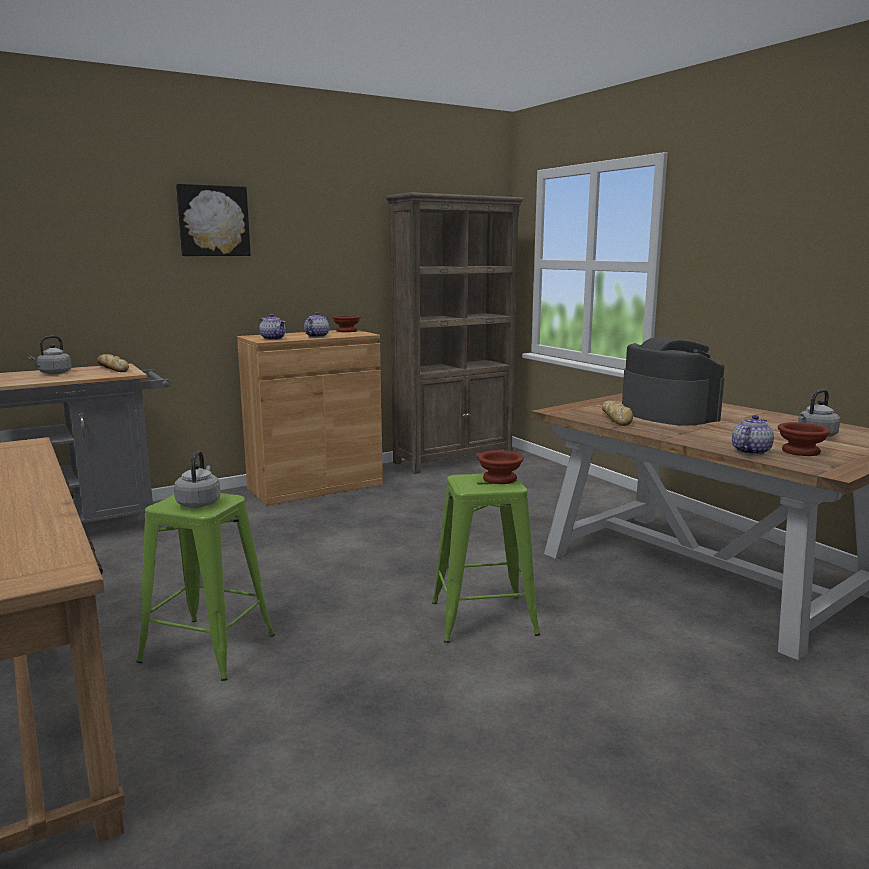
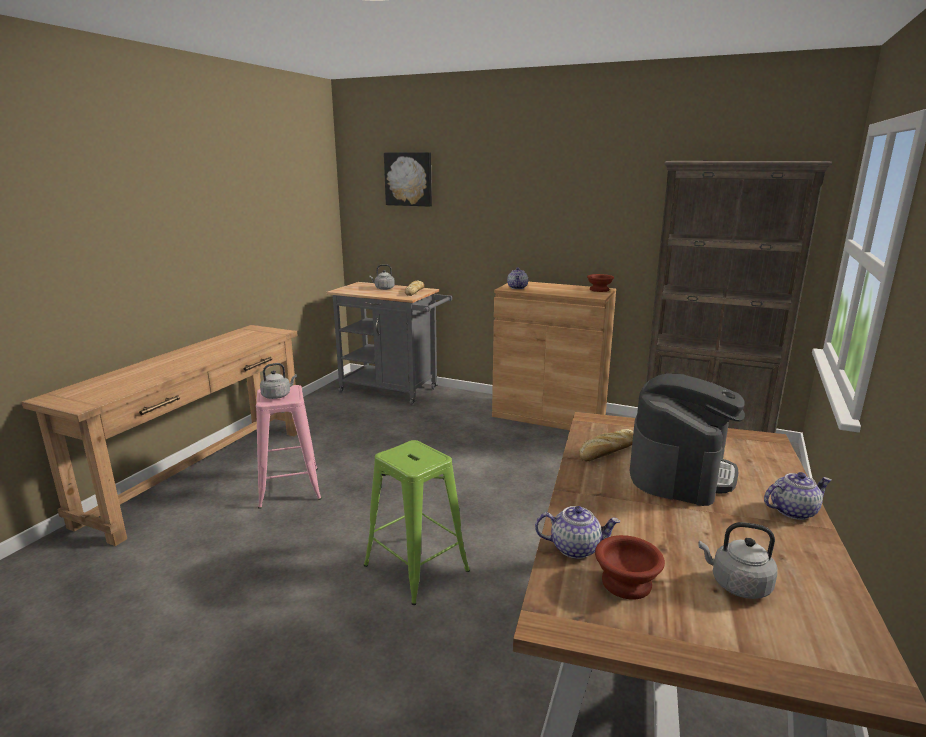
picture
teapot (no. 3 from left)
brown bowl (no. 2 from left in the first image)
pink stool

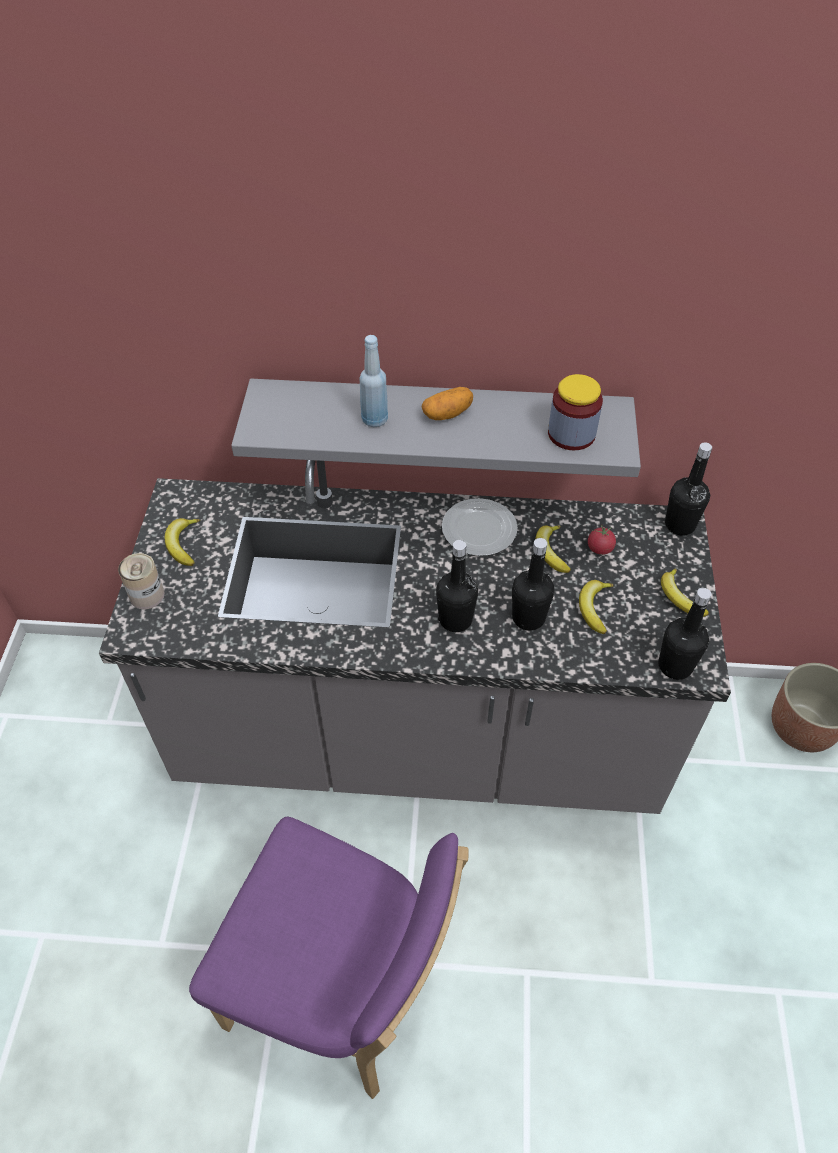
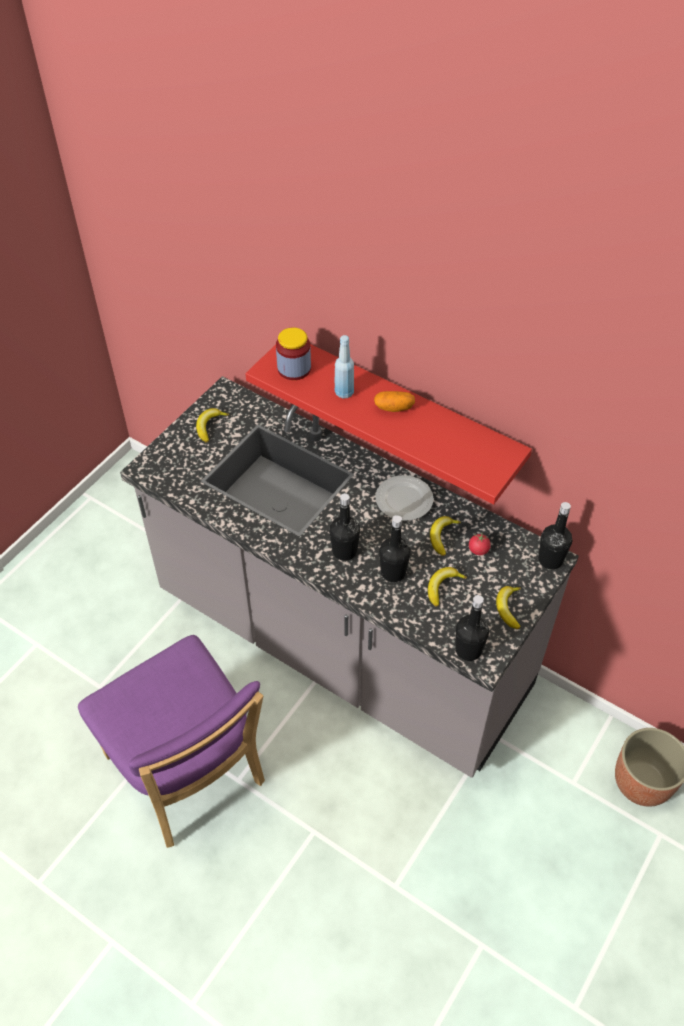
jar
red shelf
can

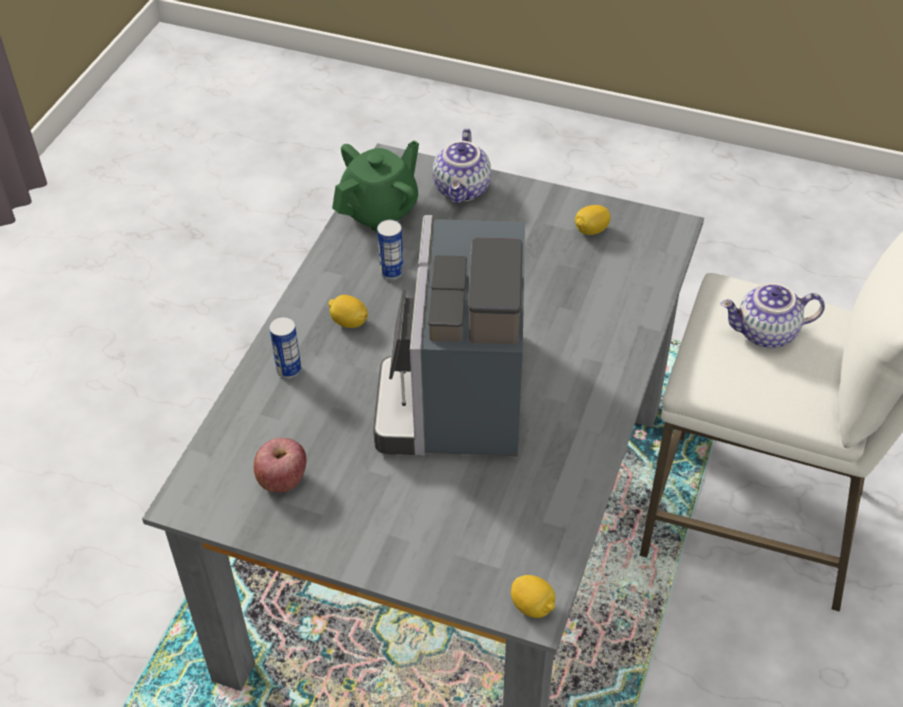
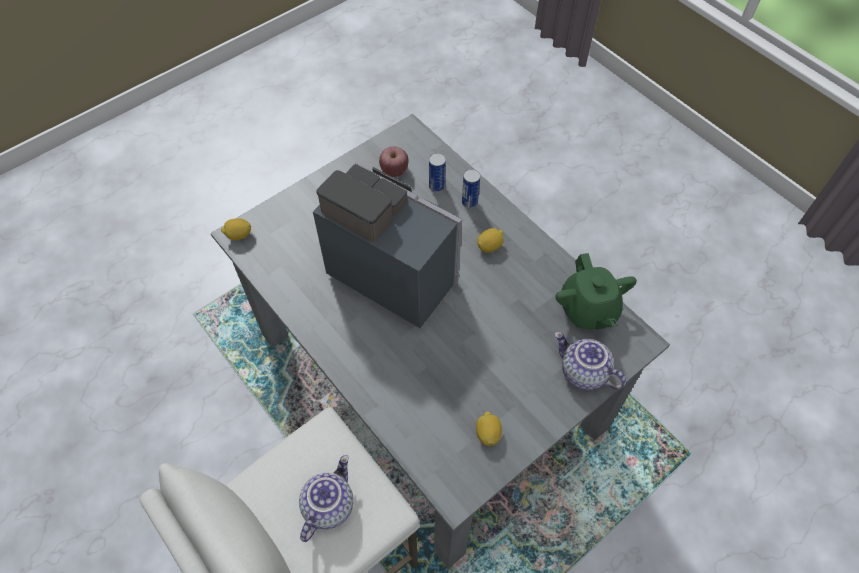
can (no. 1 from left)

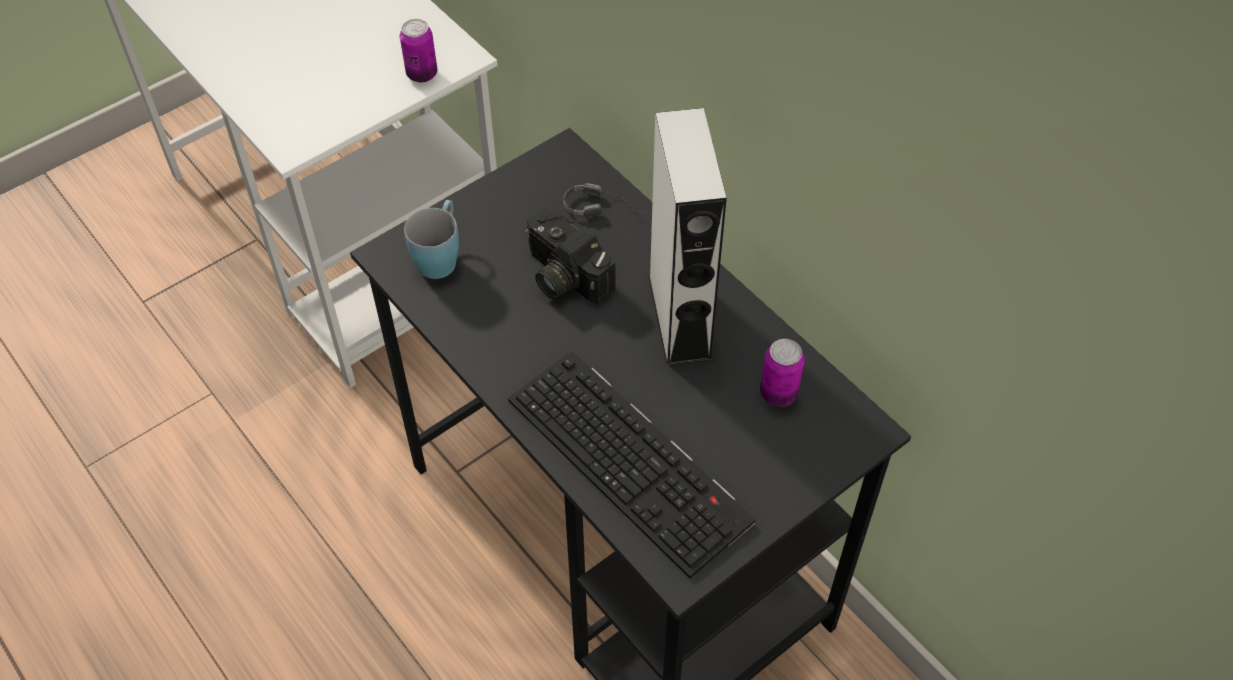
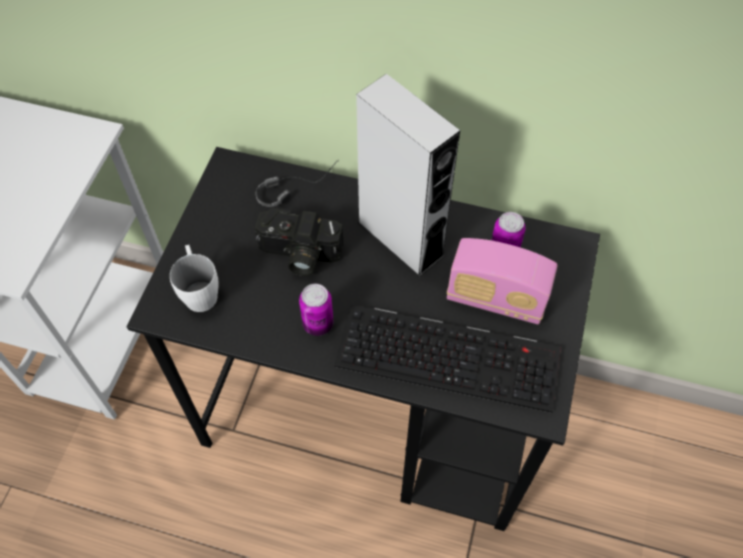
can (no. 1 from left)
white mug
radio

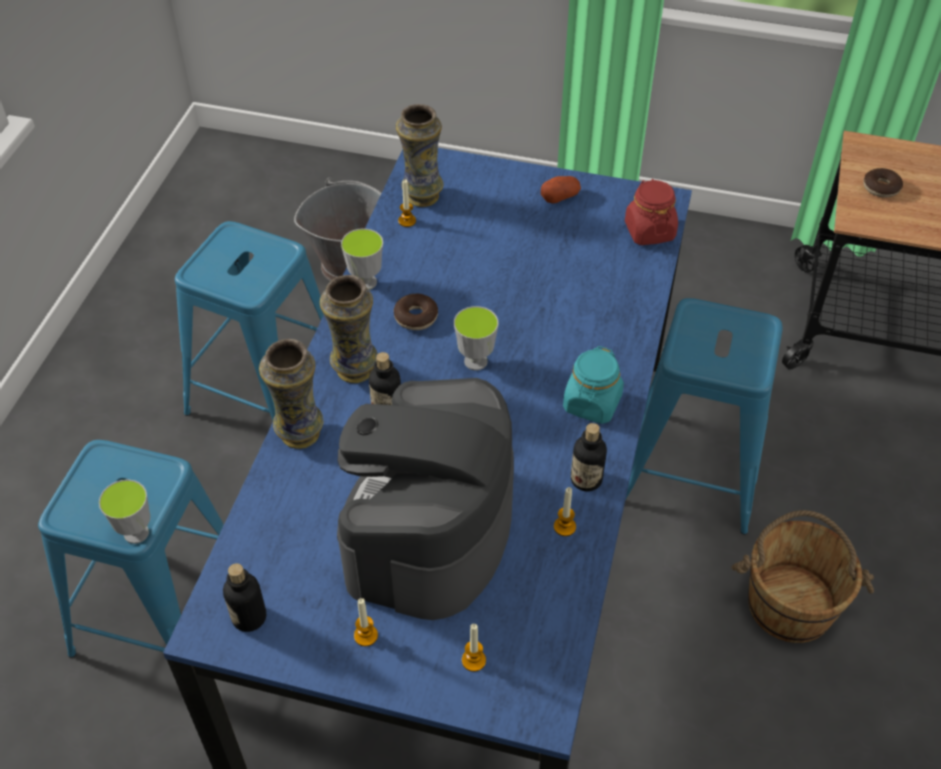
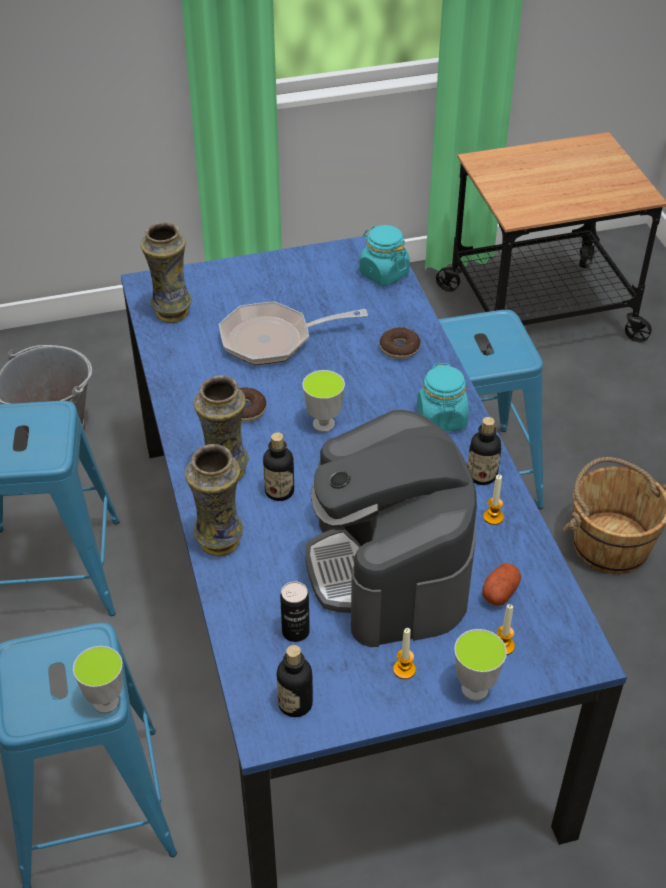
donut (no. 2 from left)
potato
candle (no. 2 from left in the first image)
turquoise jar (no. 1 from left)
cup (no. 3 from left)
frying pan
can

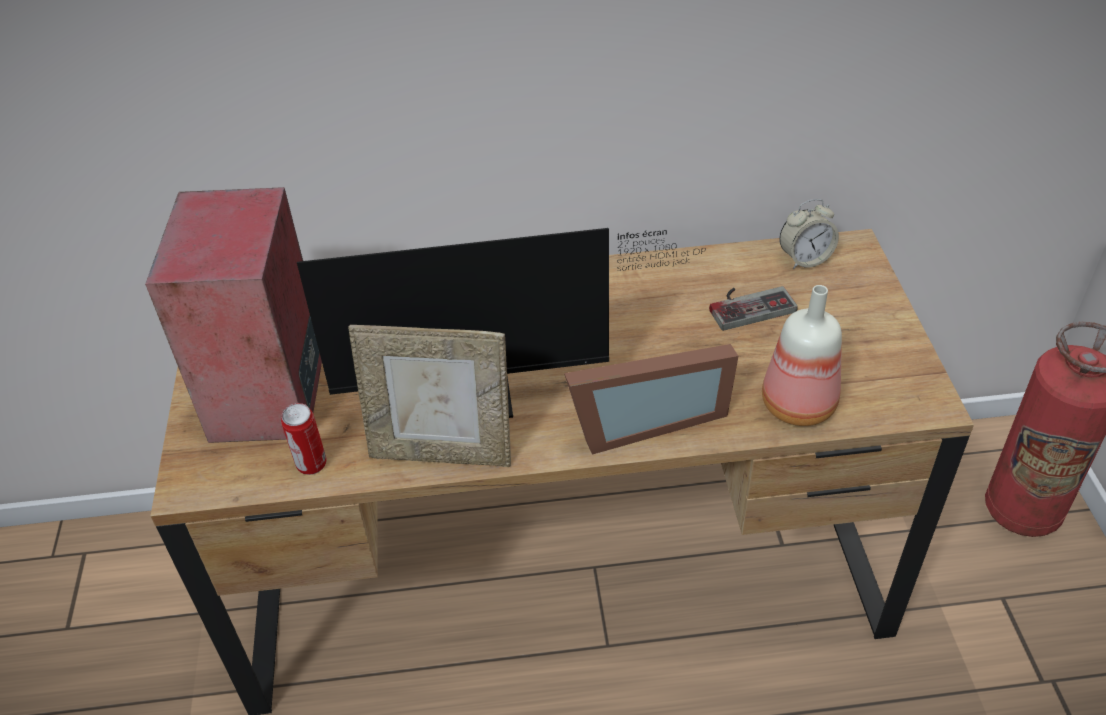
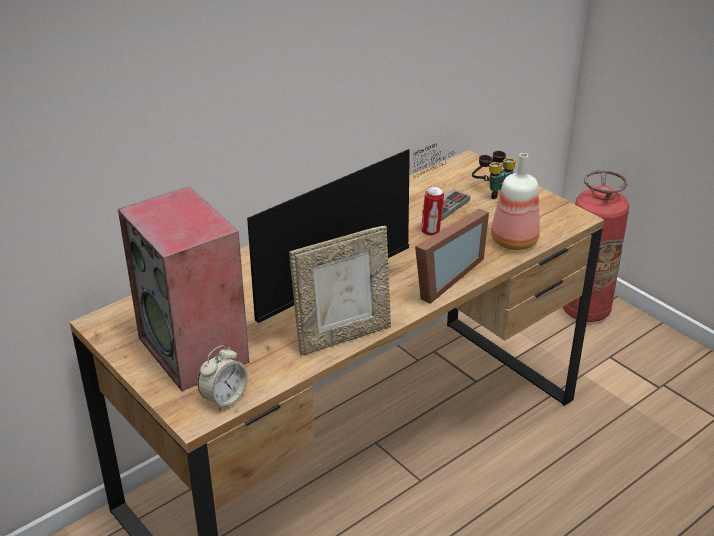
alarm clock
can
binoculars

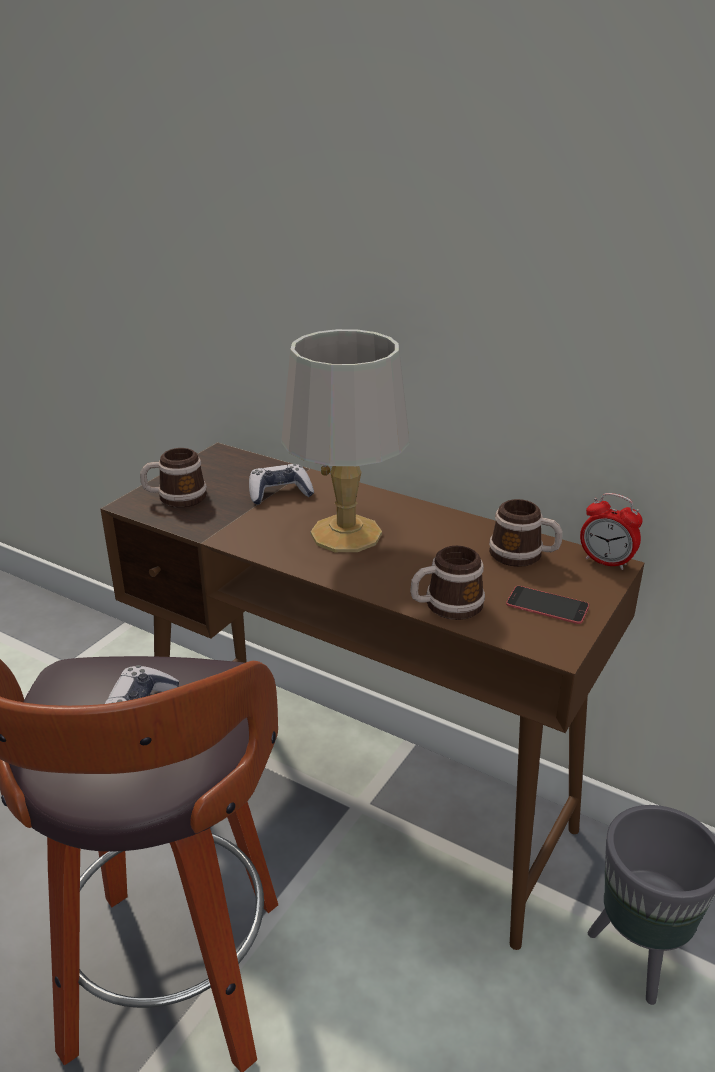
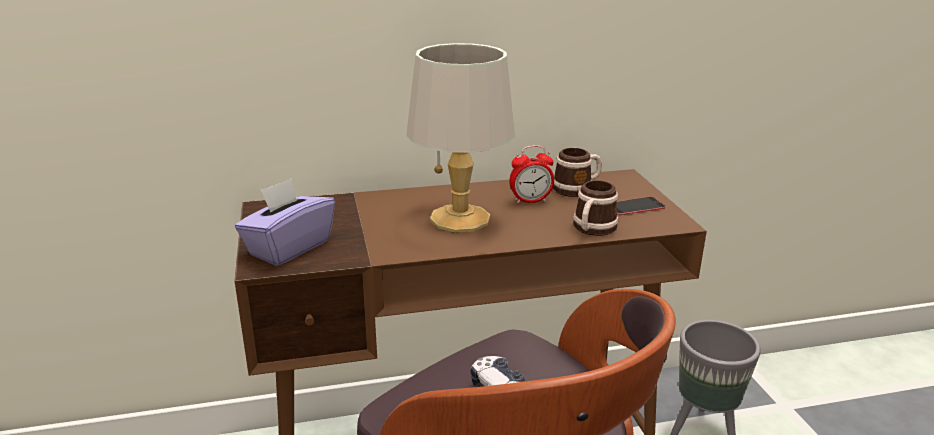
purple tissue box
game controller (no. 2 from left in the first image)
alarm clock

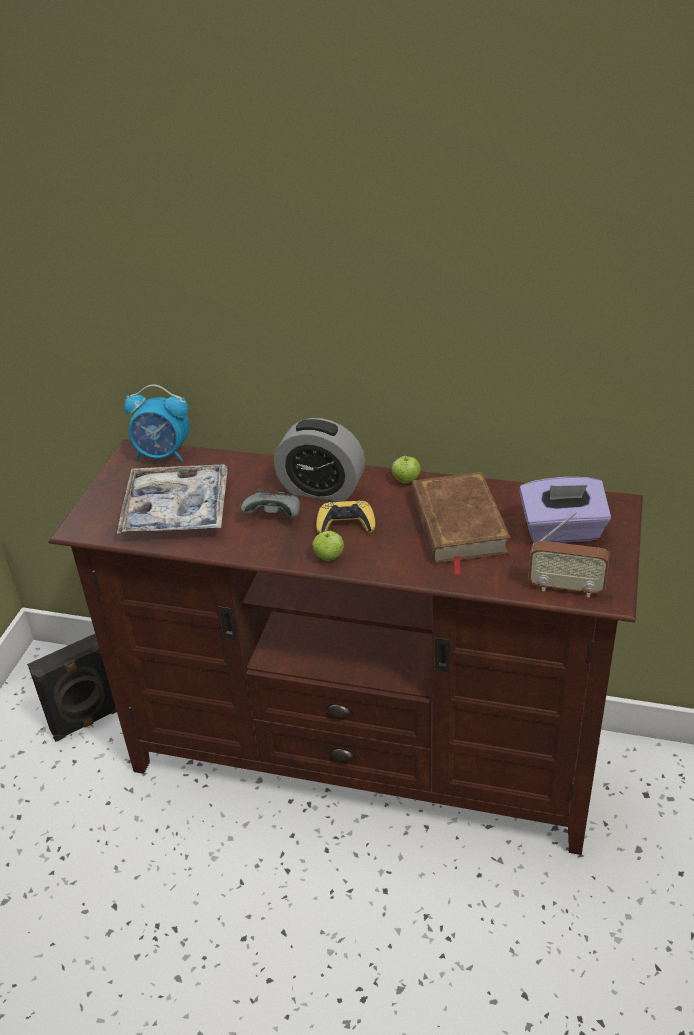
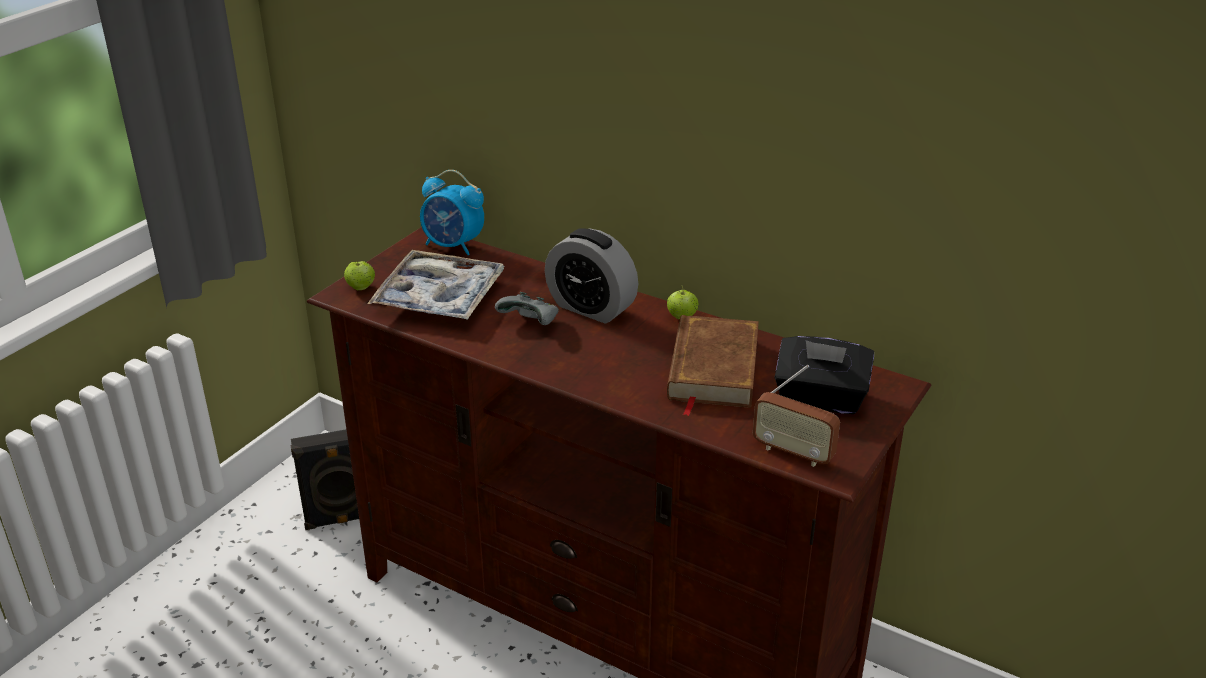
black tissue box
yellow game controller
apple (no. 1 from left)

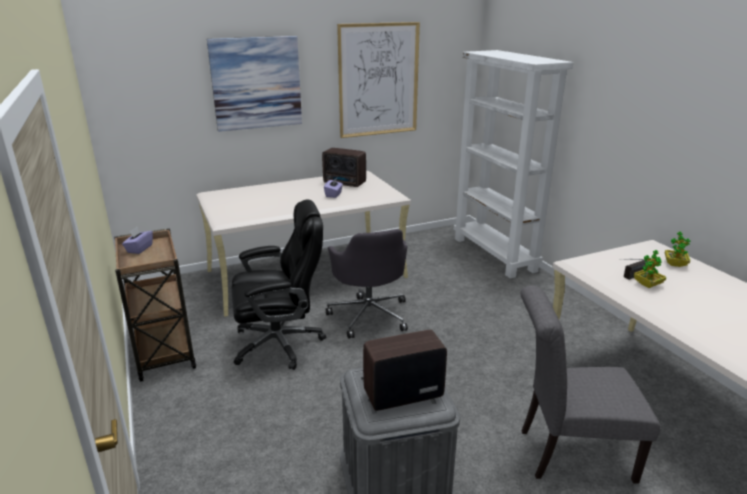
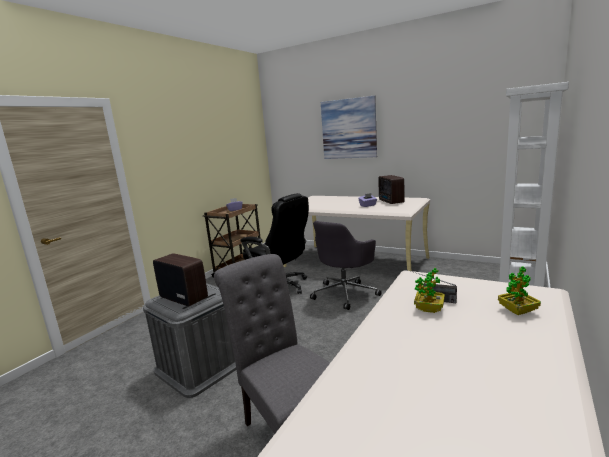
picture (no. 2 from left in the first image)

